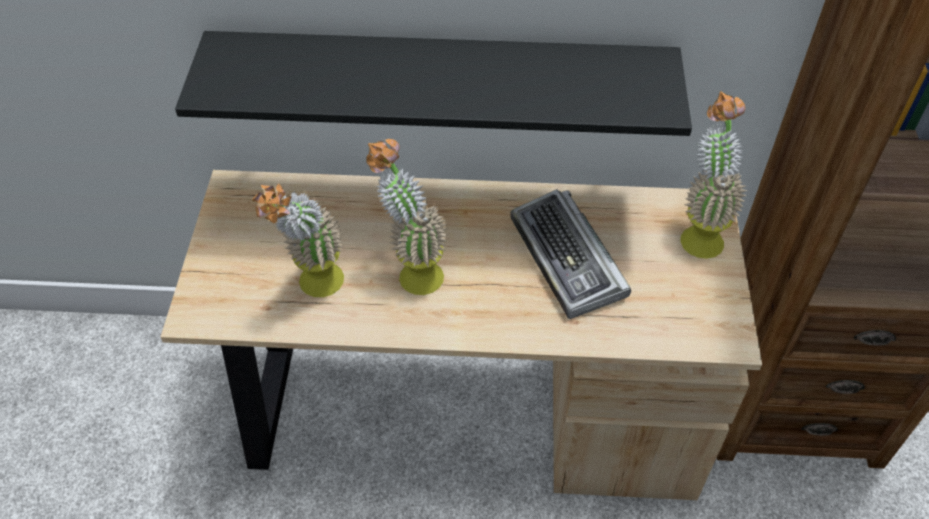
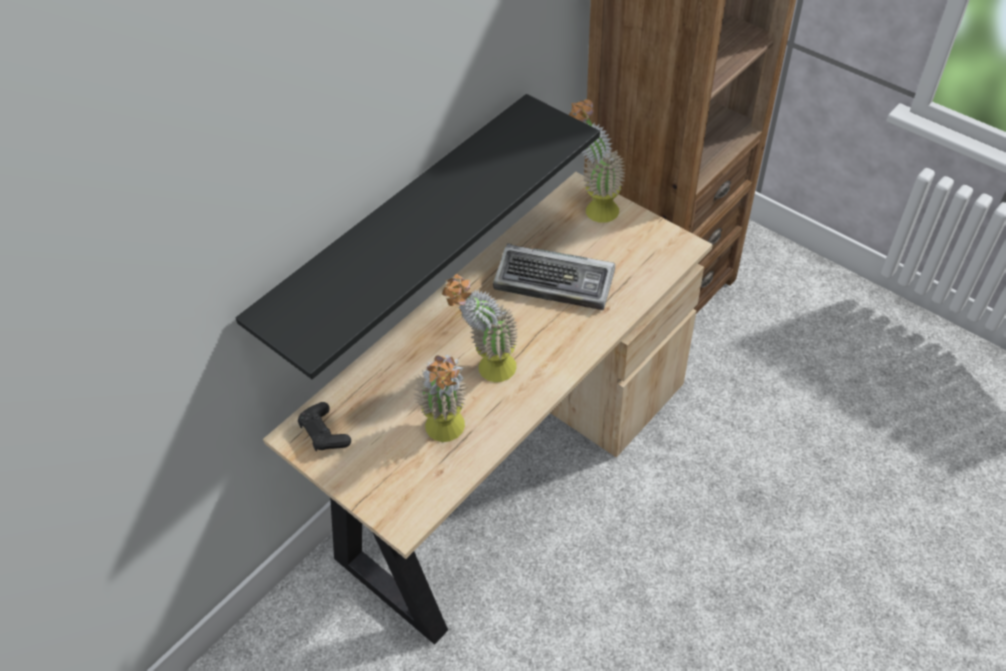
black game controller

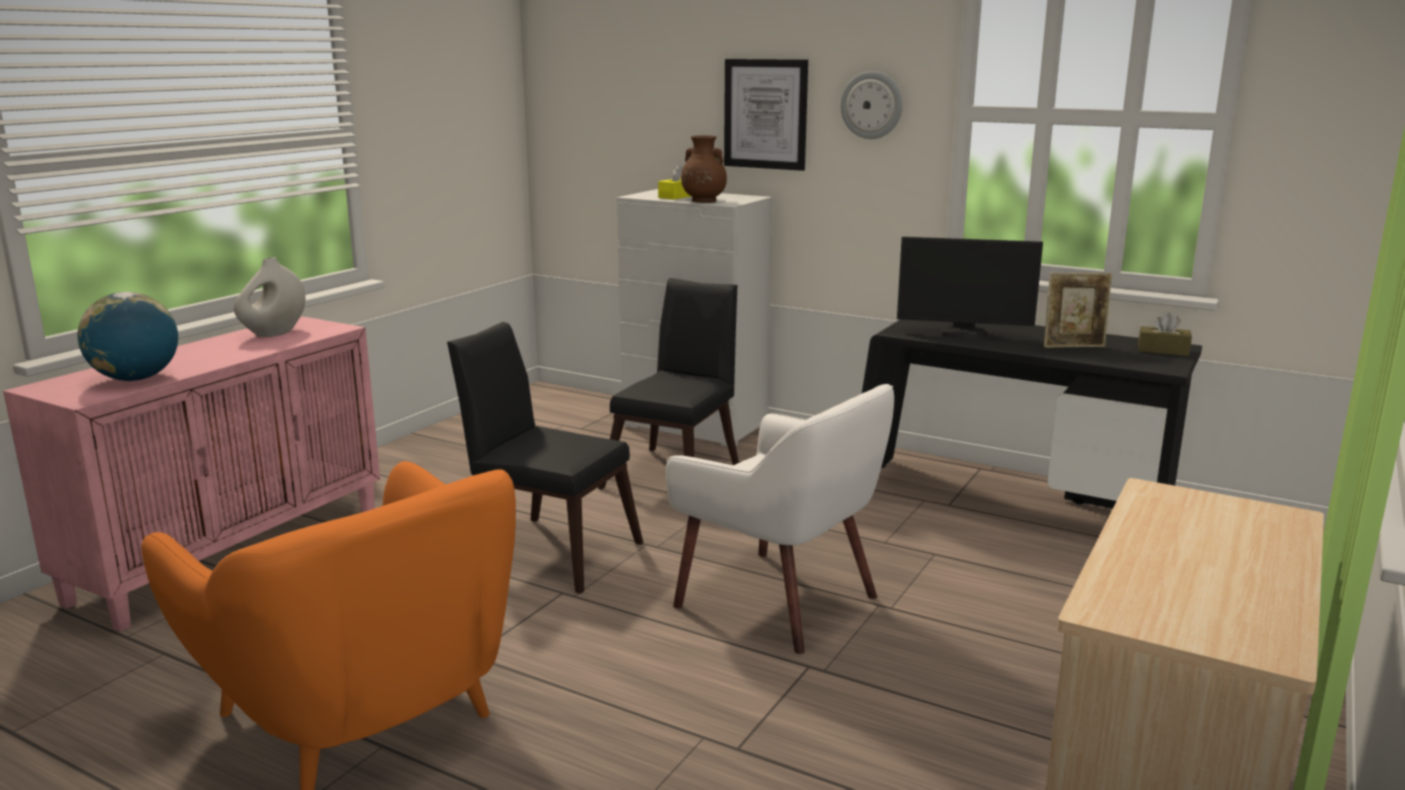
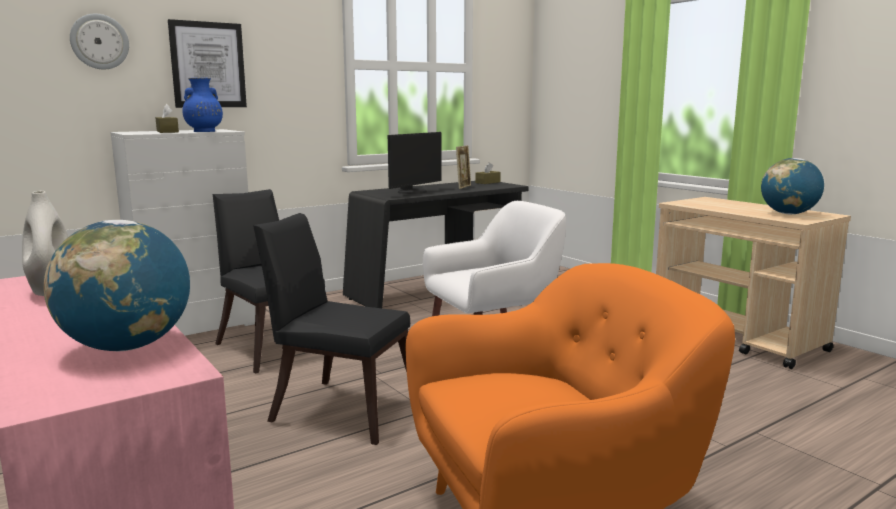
wall clock
blue vase
brown tissue box (no. 1 from left)
black chair (no. 2 from left)
globe (no. 2 from left)

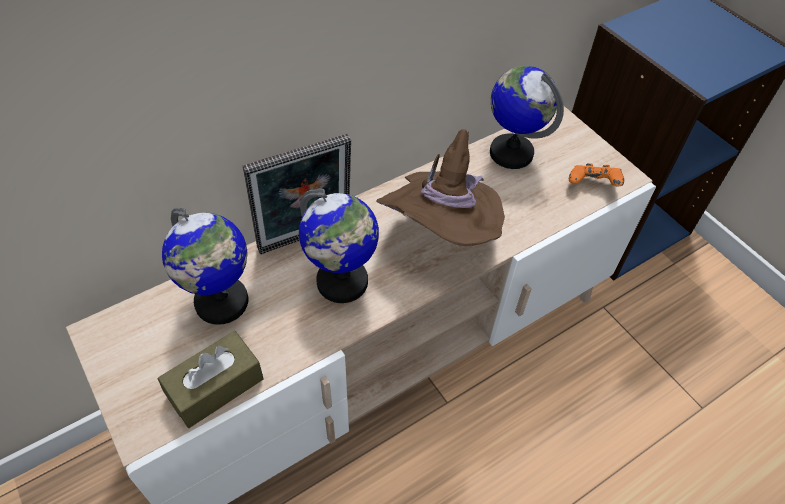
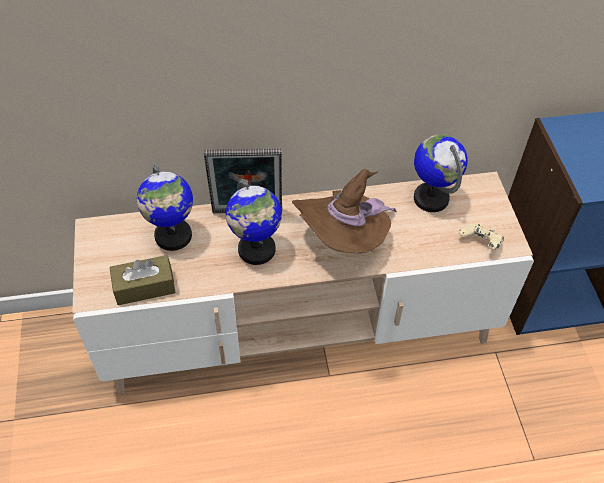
beige game controller

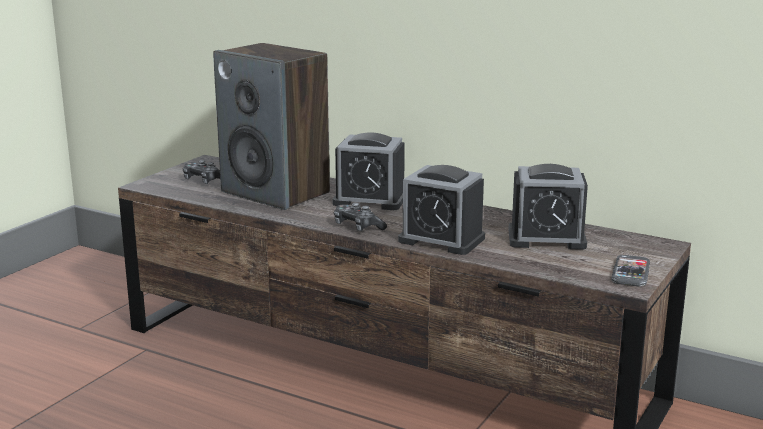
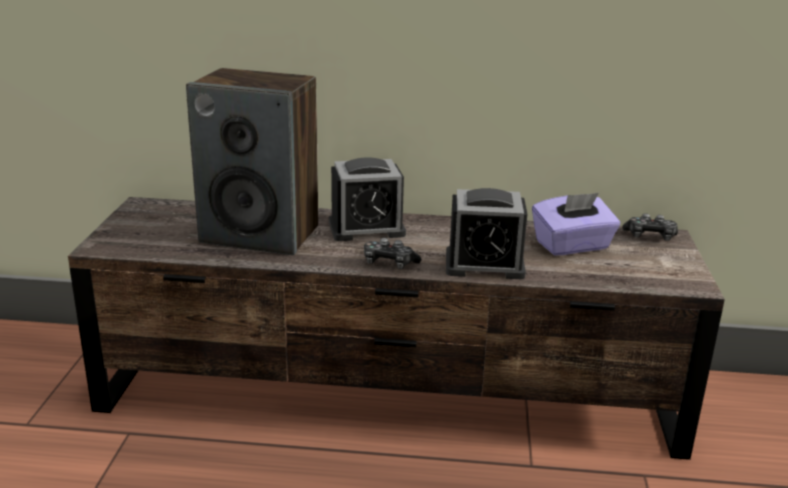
game controller (no. 2 from left)
purple tissue box
phone

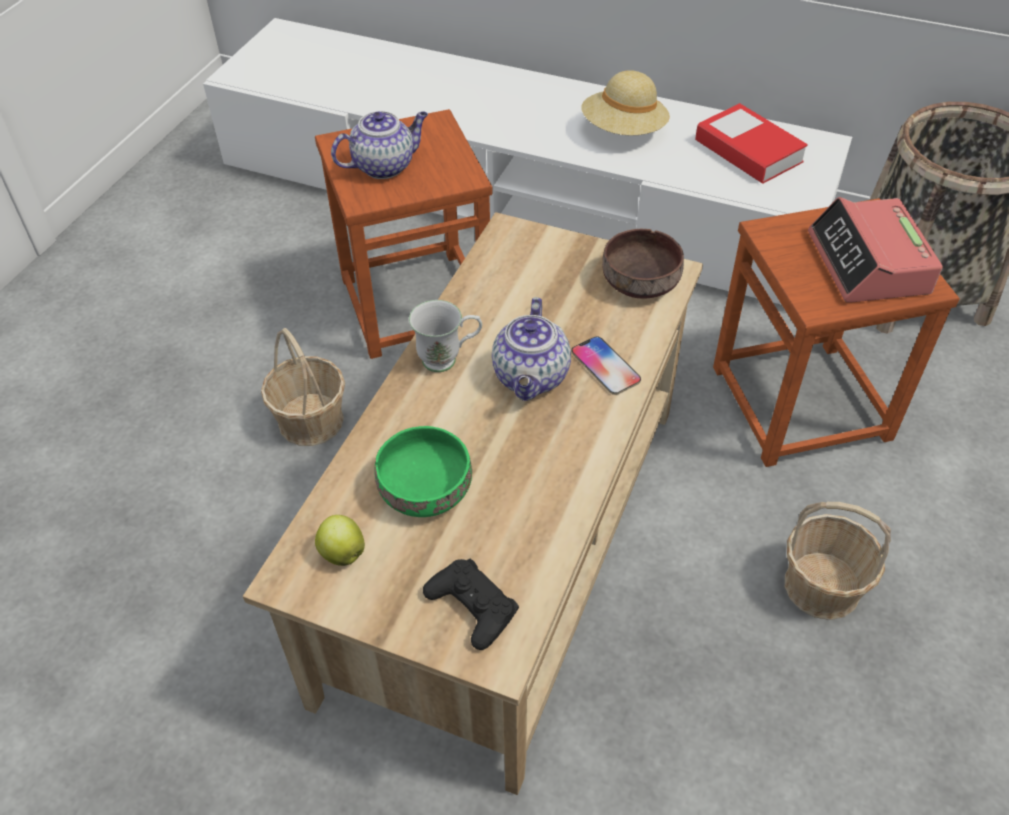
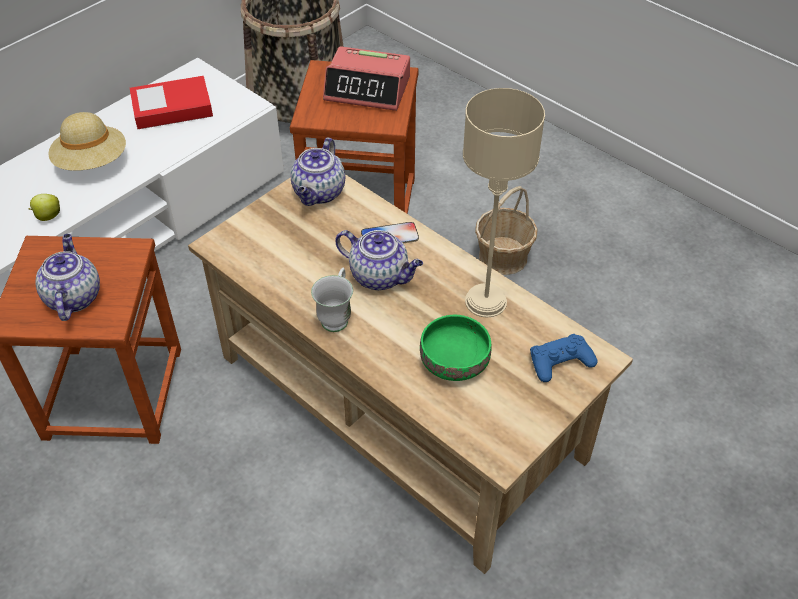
teapot (no. 2 from left)
basket (no. 1 from left in the first image)
apple
blue game controller
beige table lamp

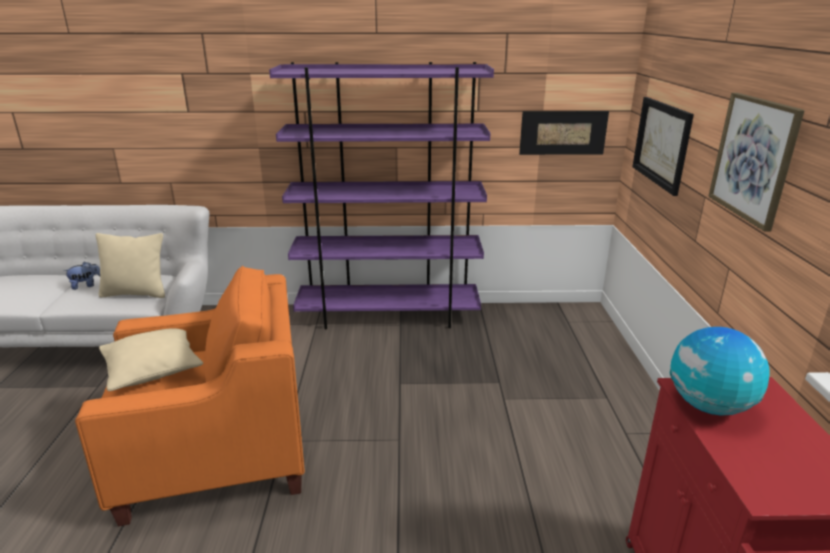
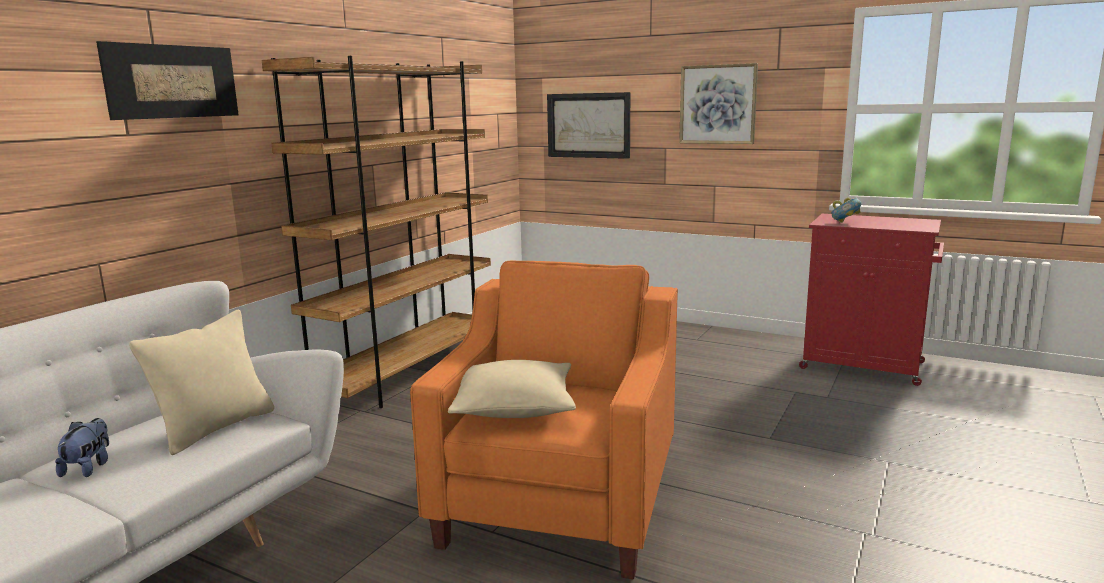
brown bookcase
picture (no. 1 from left)
bowl

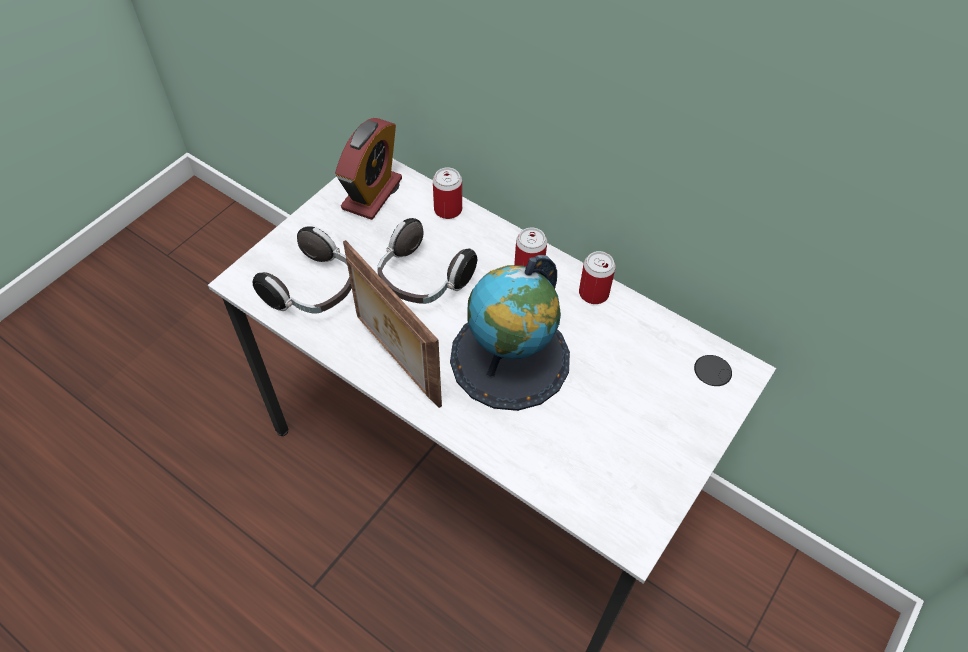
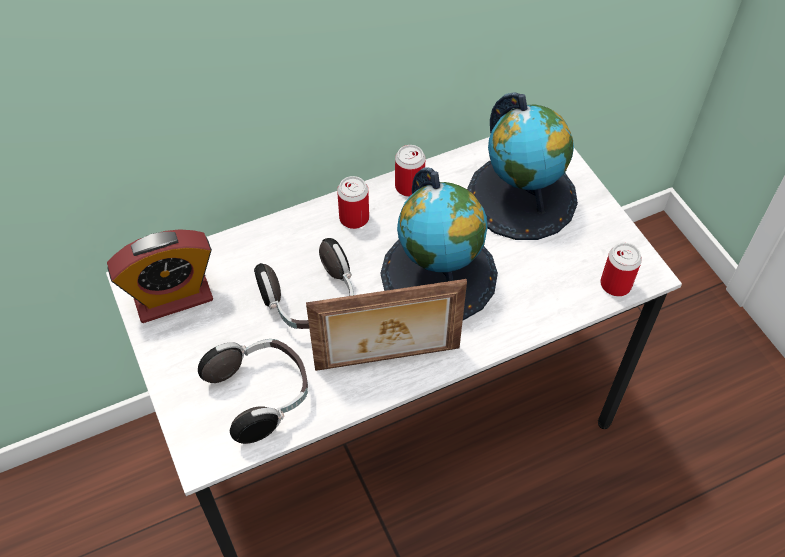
alarm clock
can (no. 3 from left)
globe (no. 2 from left)

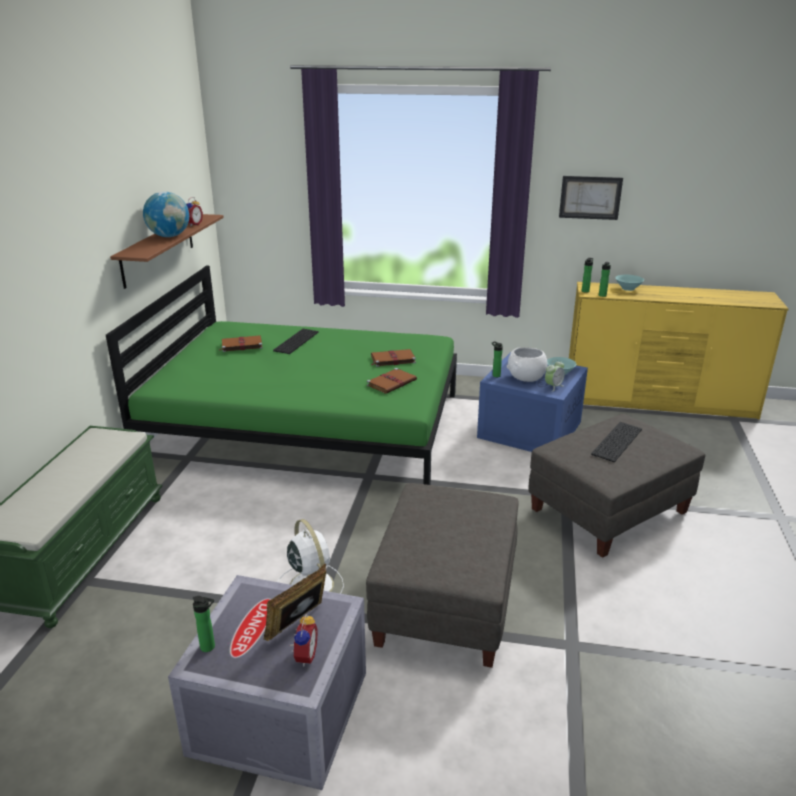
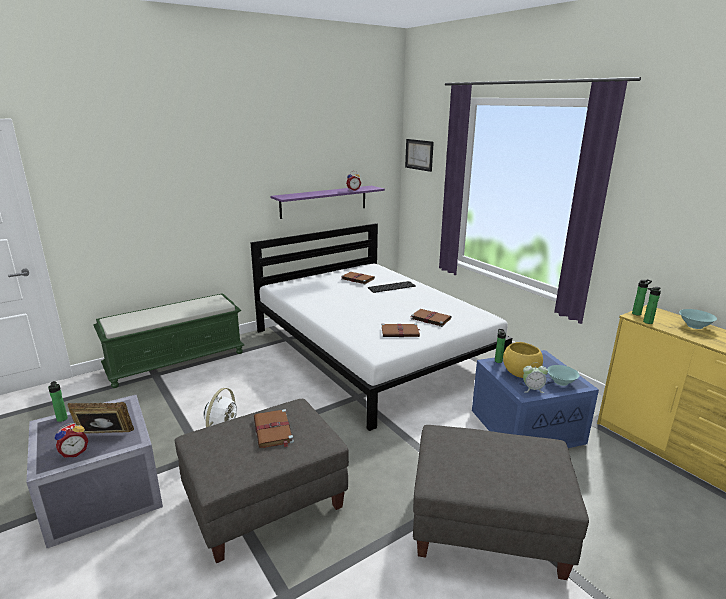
picture
globe
purple shelf
white bed
yellow bowl
keyboard (no. 2 from left in the first image)
brown book (no. 1 from left)

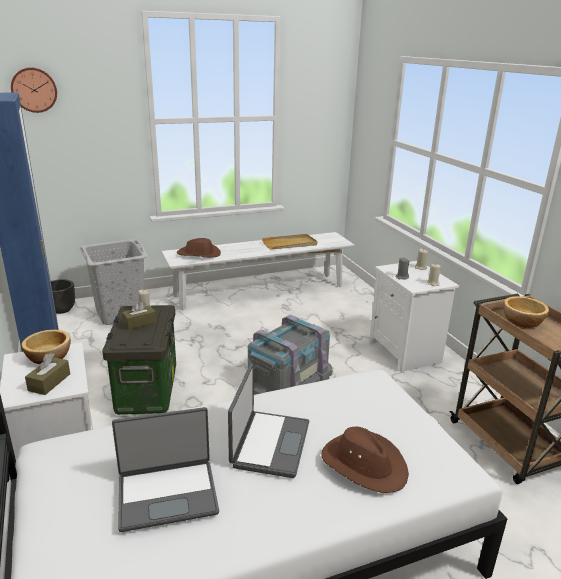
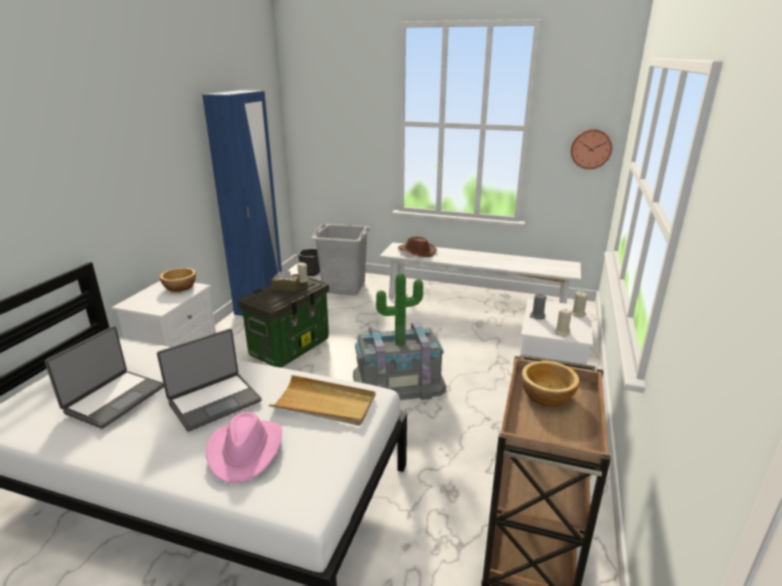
wall clock
beige tray
brown tissue box (no. 1 from left in the first image)
laptop (no. 1 from left)
pink hat
potted plant

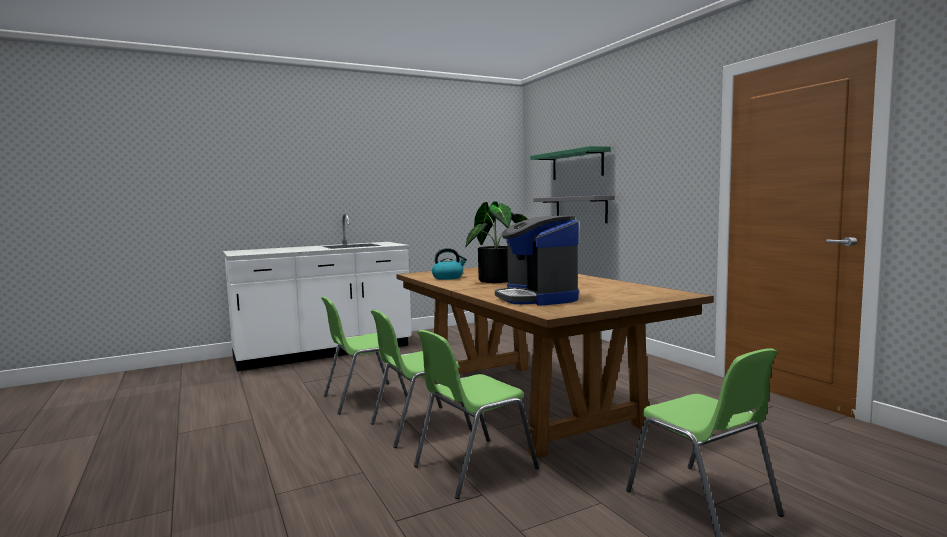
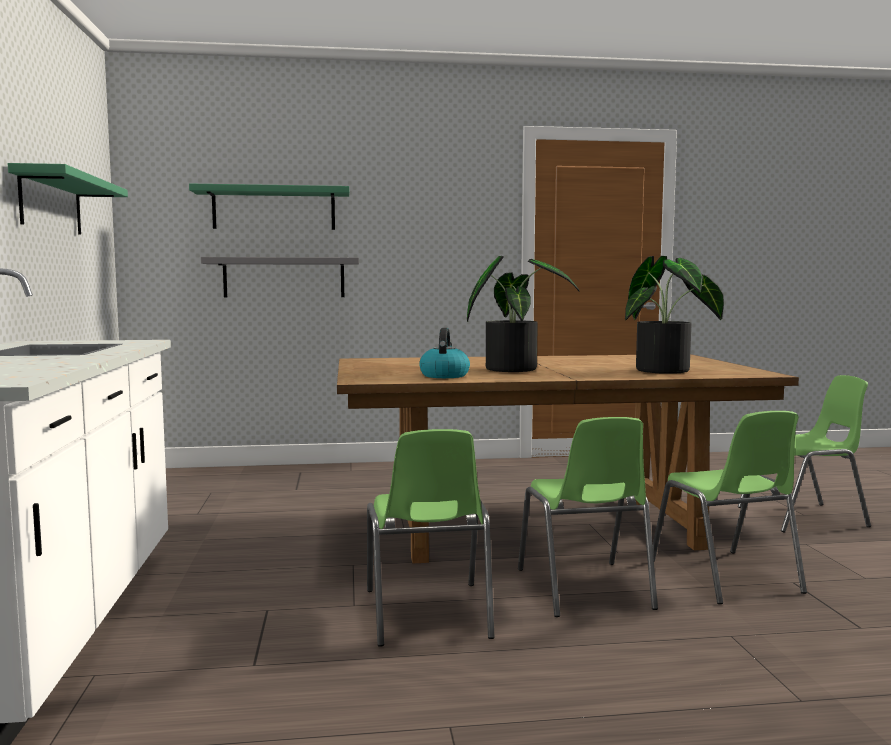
potted plant (no. 2 from left)
green shelf (no. 1 from left)

